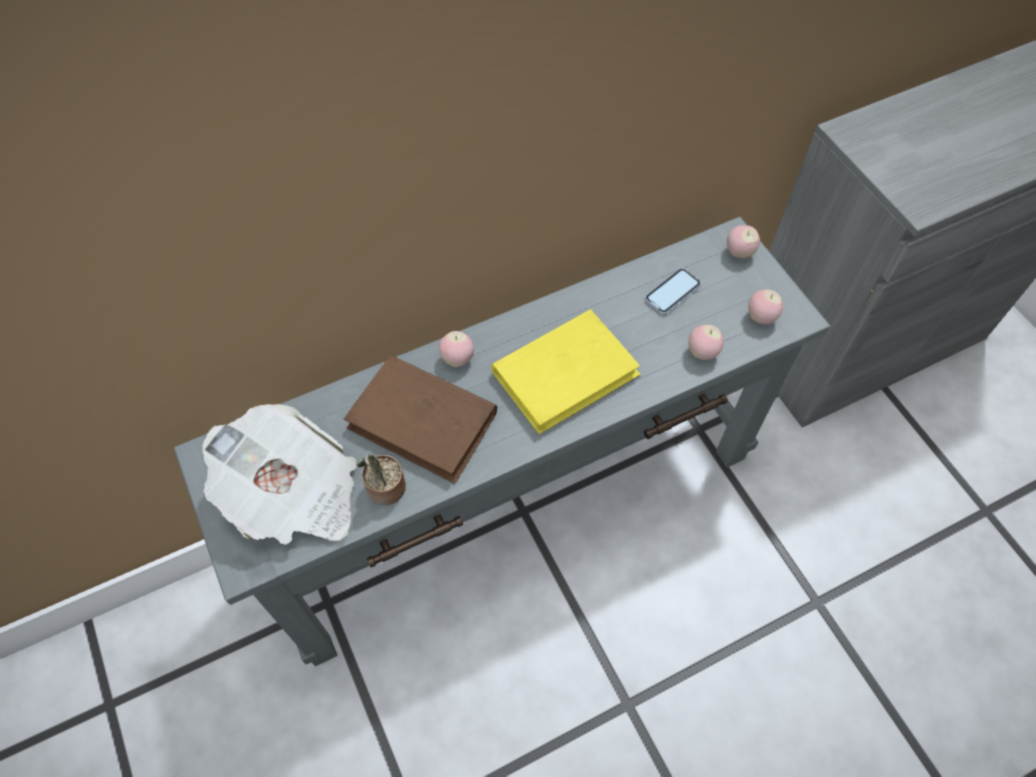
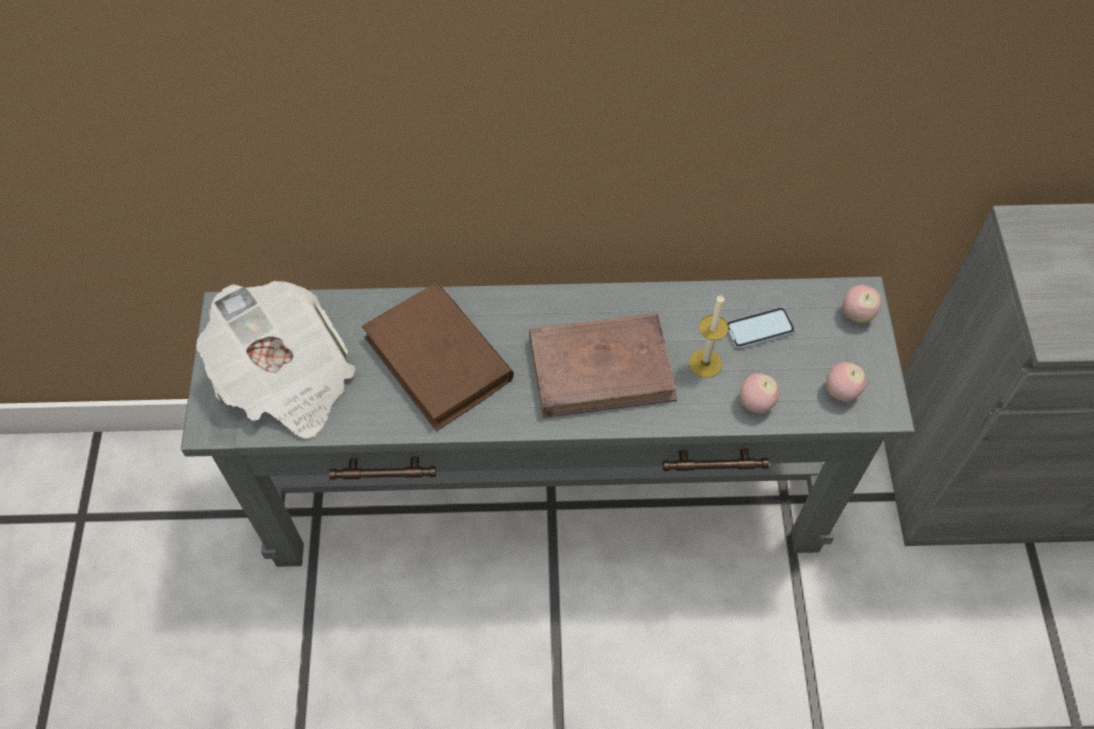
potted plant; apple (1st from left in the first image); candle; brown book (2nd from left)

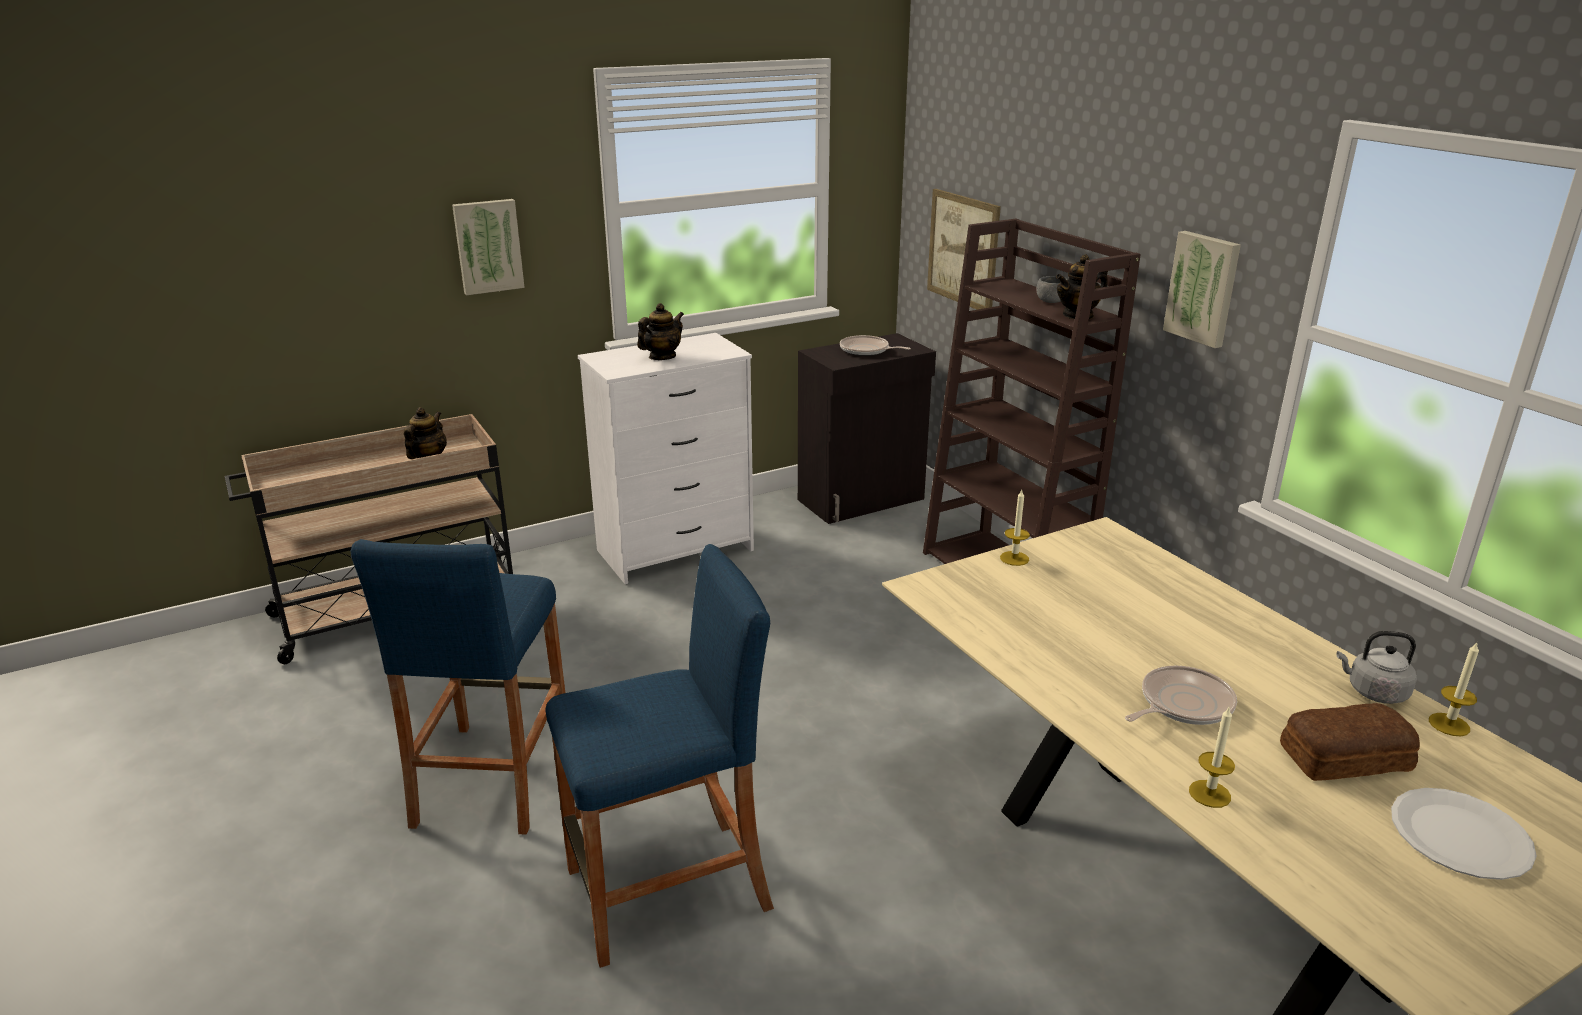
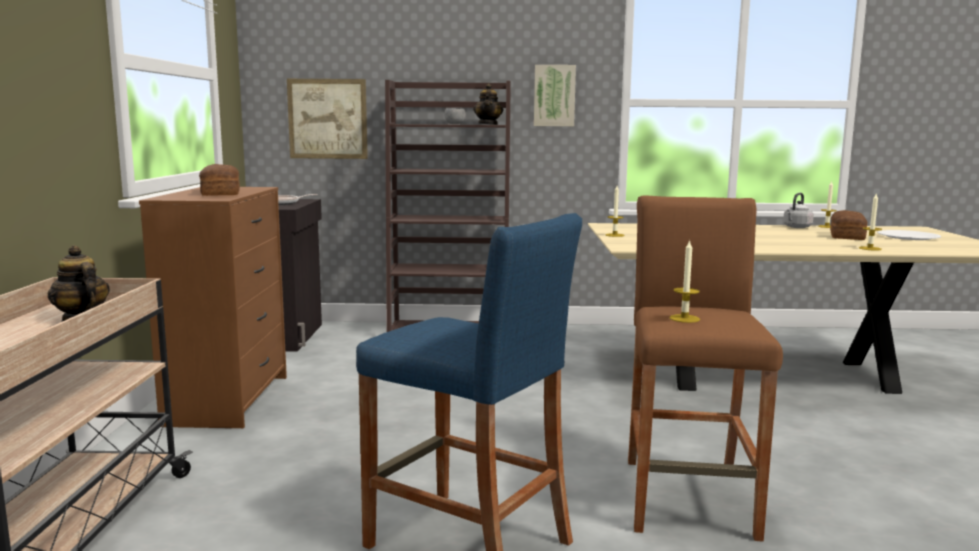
picture (1st from left in the first image); frying pan (2nd from left in the first image); candle (2nd from left); bread (1st from left); brown stool; brown dresser

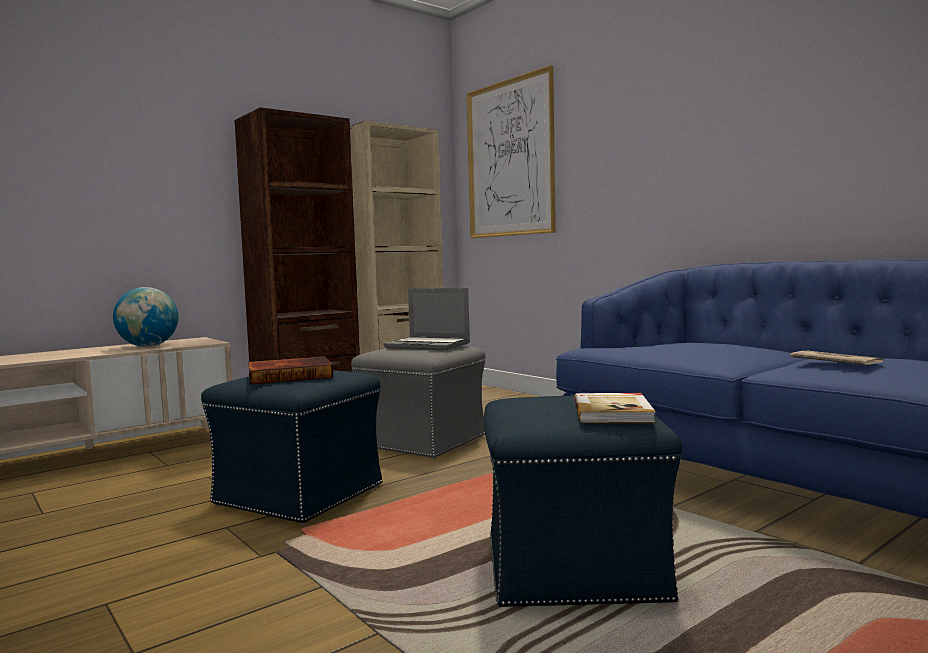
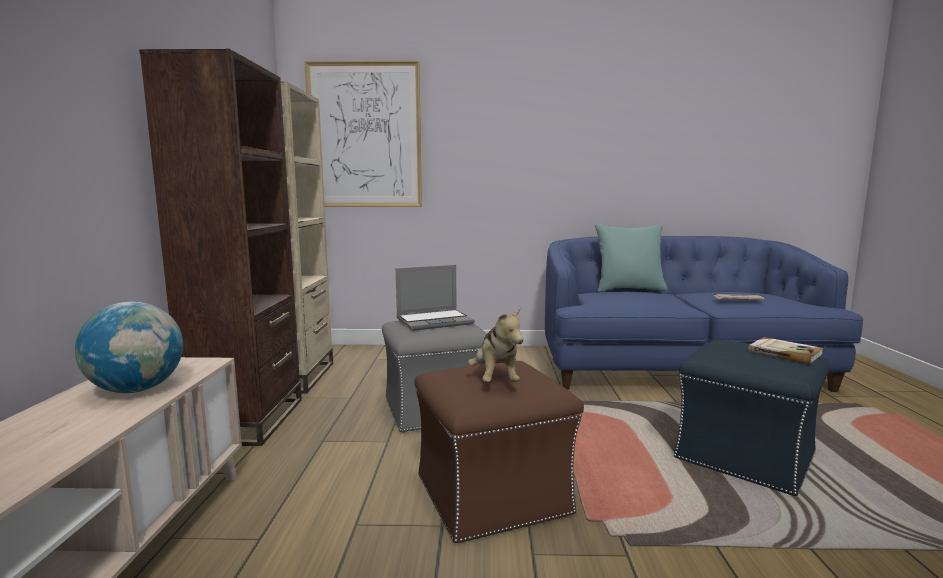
turquoise pillow; plush toy; brown ottoman

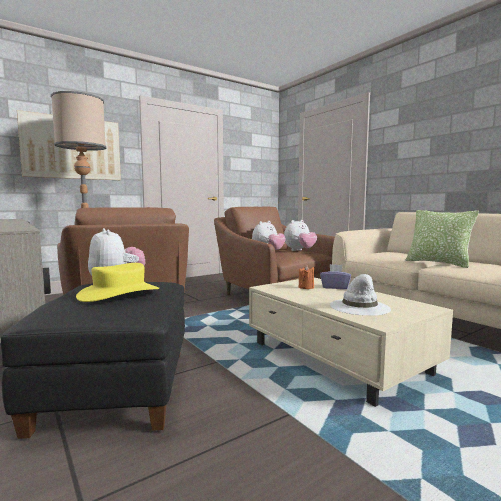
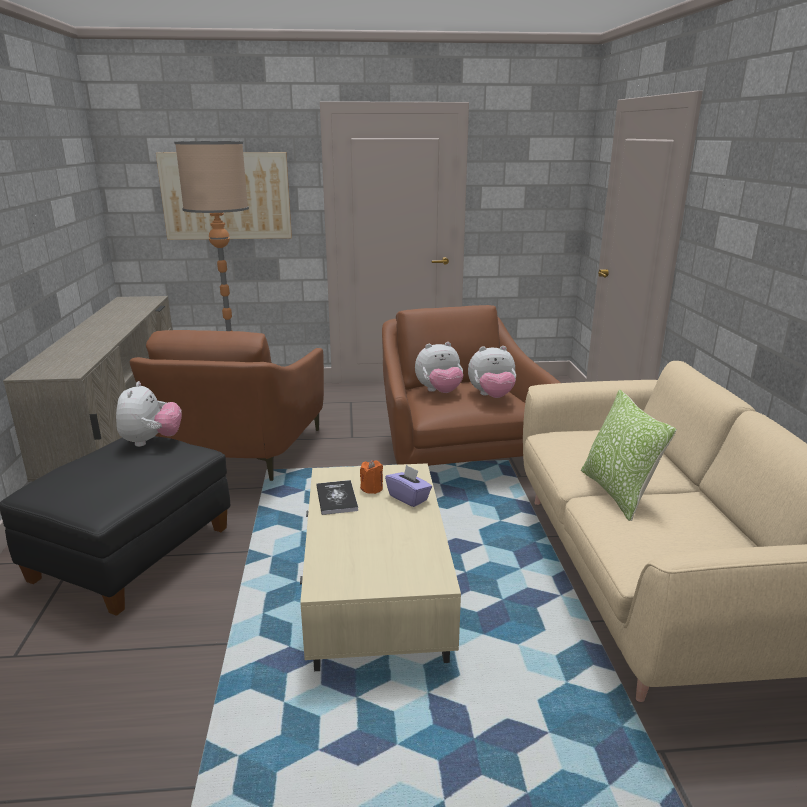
yellow hat; white hat; book

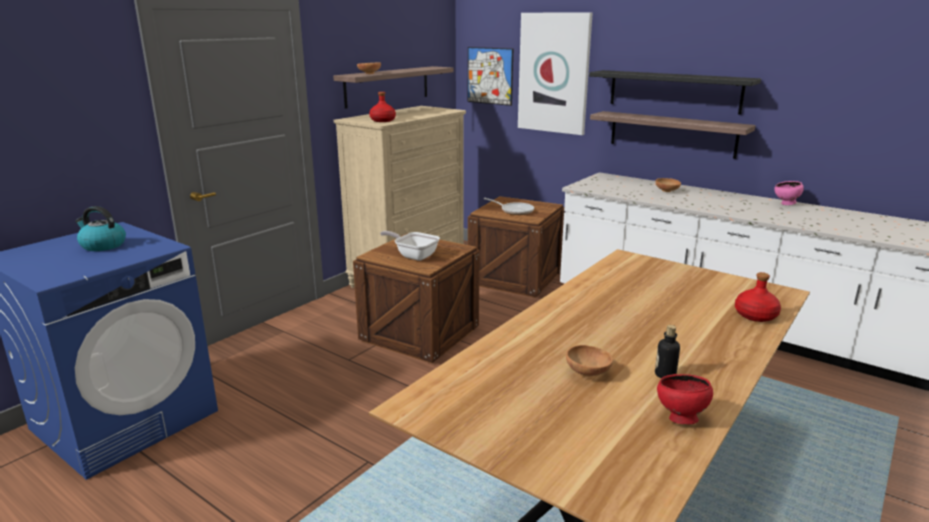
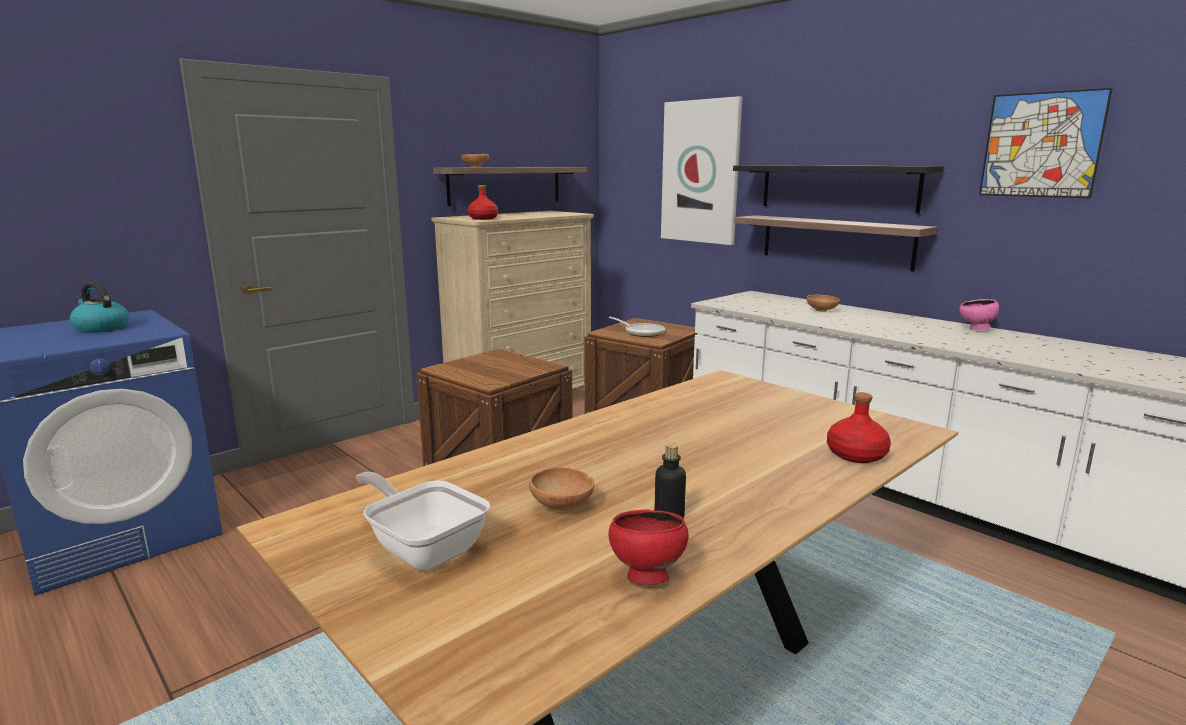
frying pan (1st from left); picture (2nd from left)

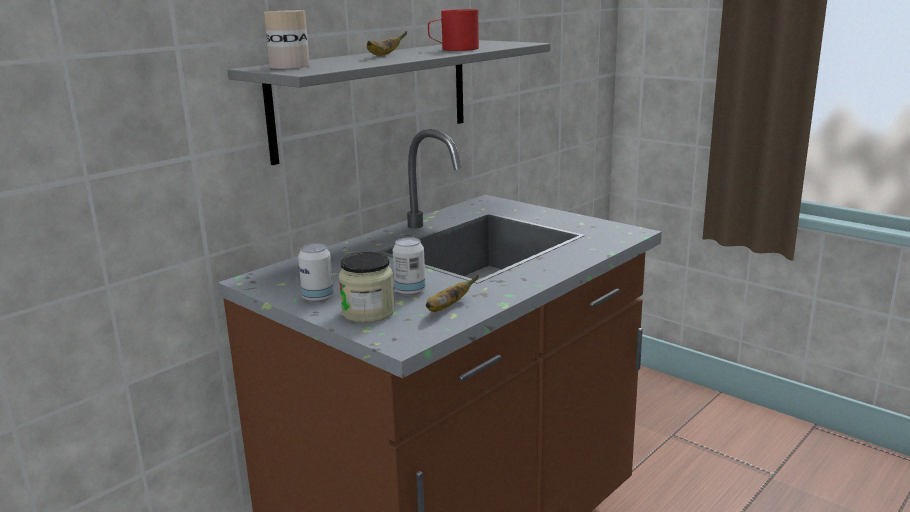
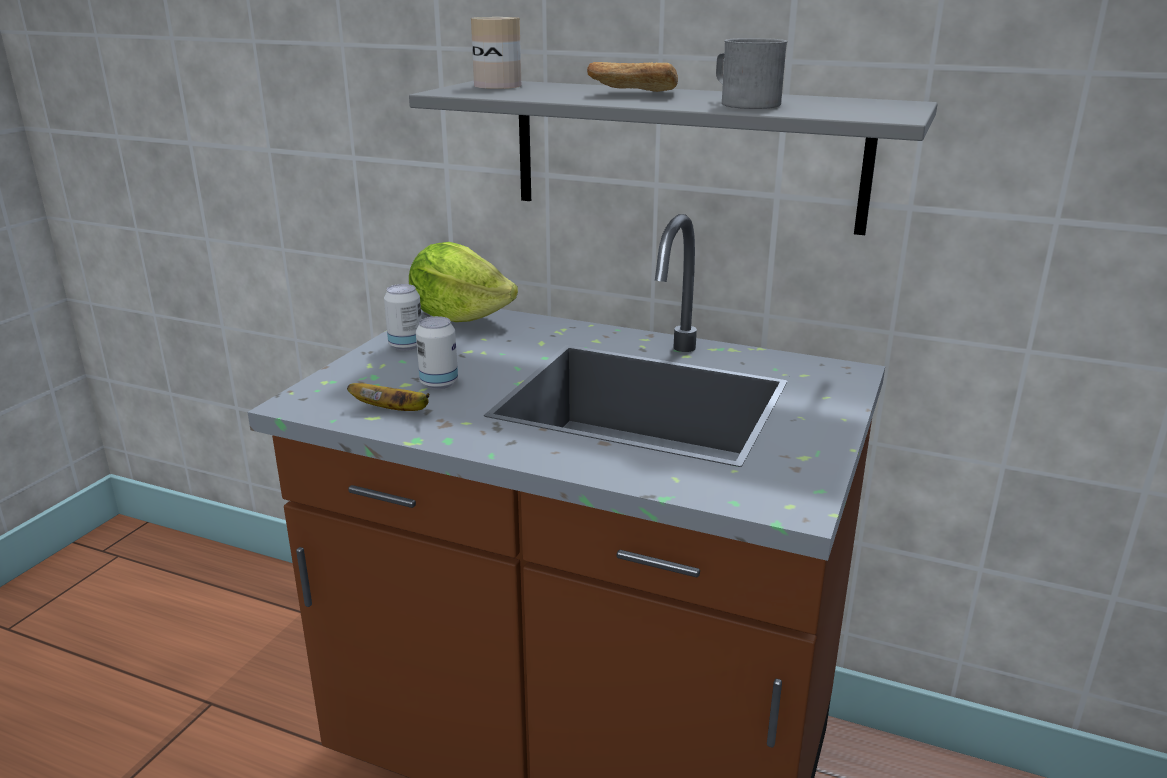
jar; lettuce; bread; grey mug

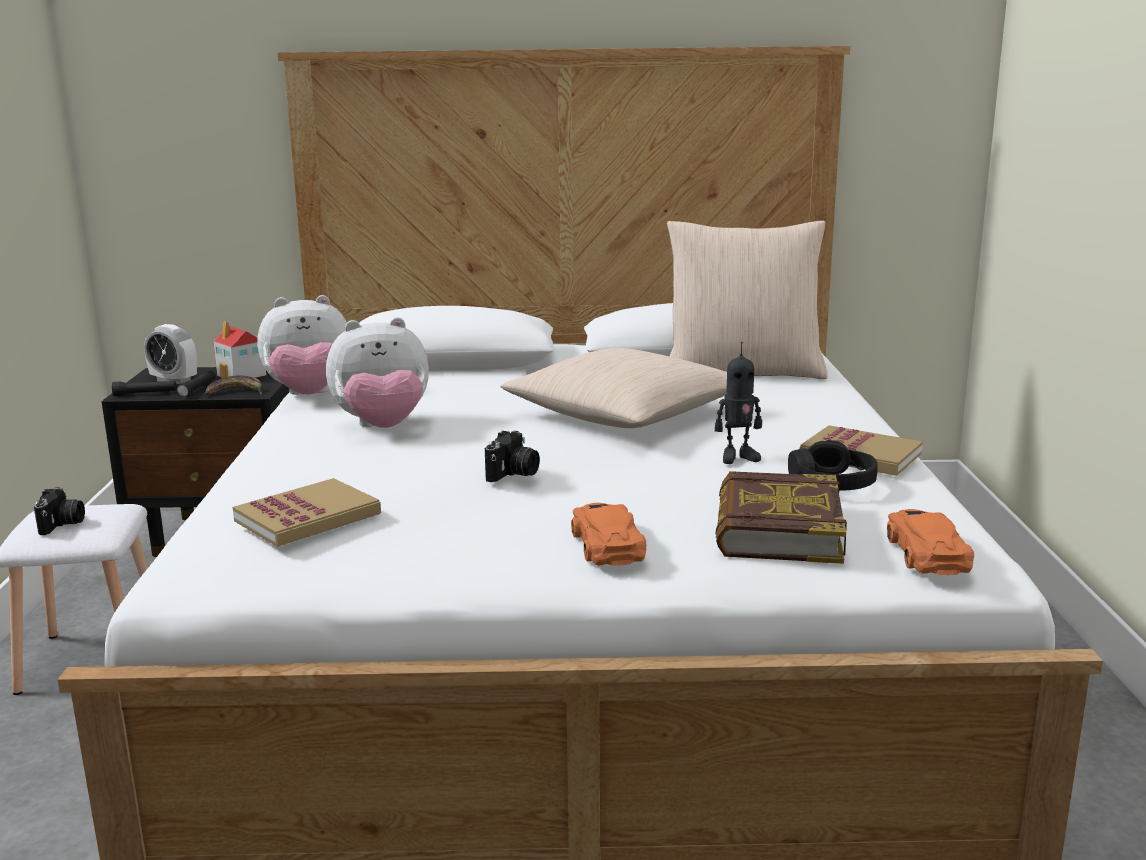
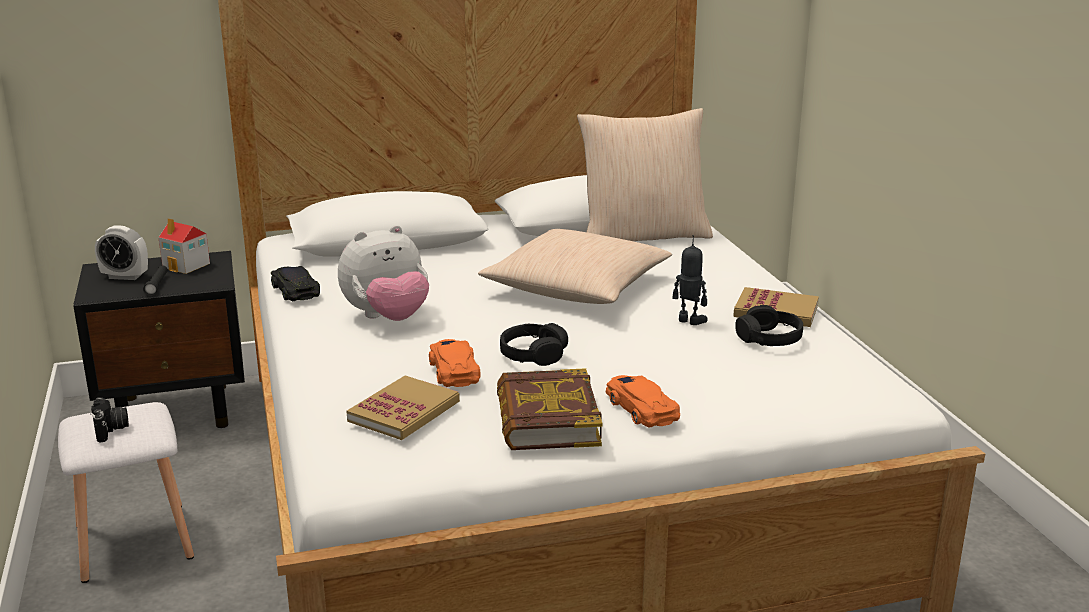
black flashlight (1st from left in the first image); banana; book (2nd from left); orange toy car (1st from left); black toy car; black headphones (1st from left); toy robot

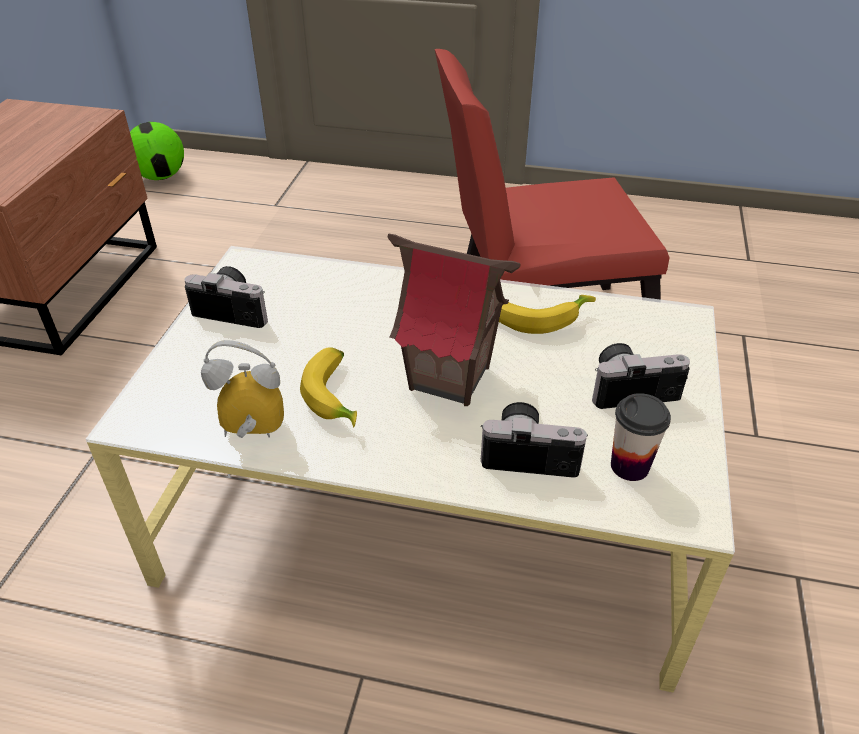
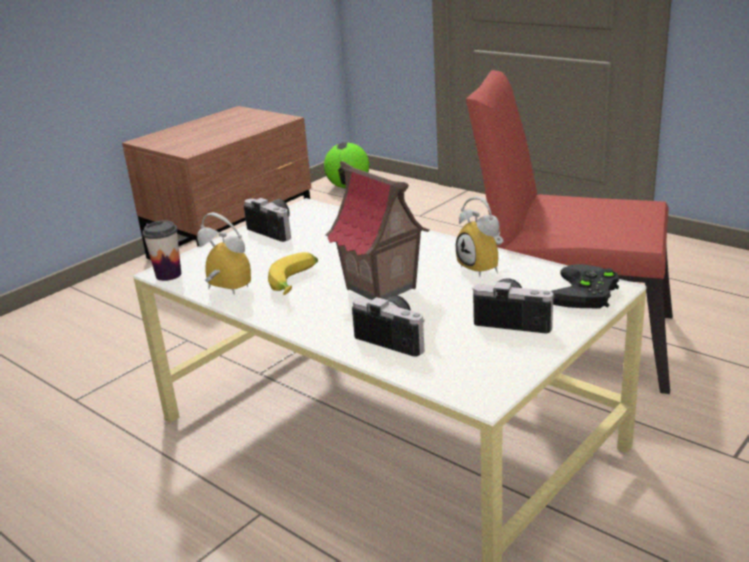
black game controller; cup; alarm clock (2nd from left)

